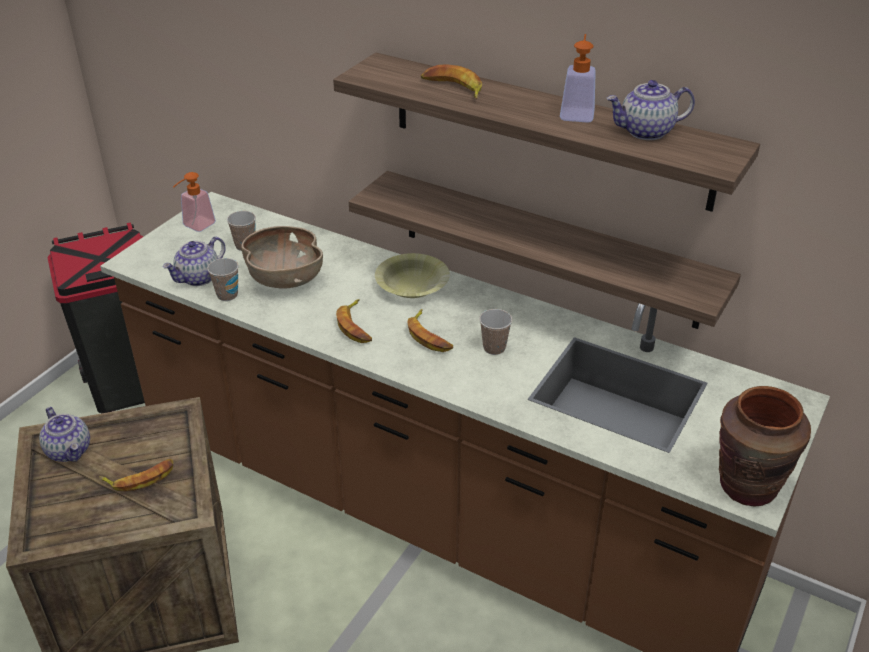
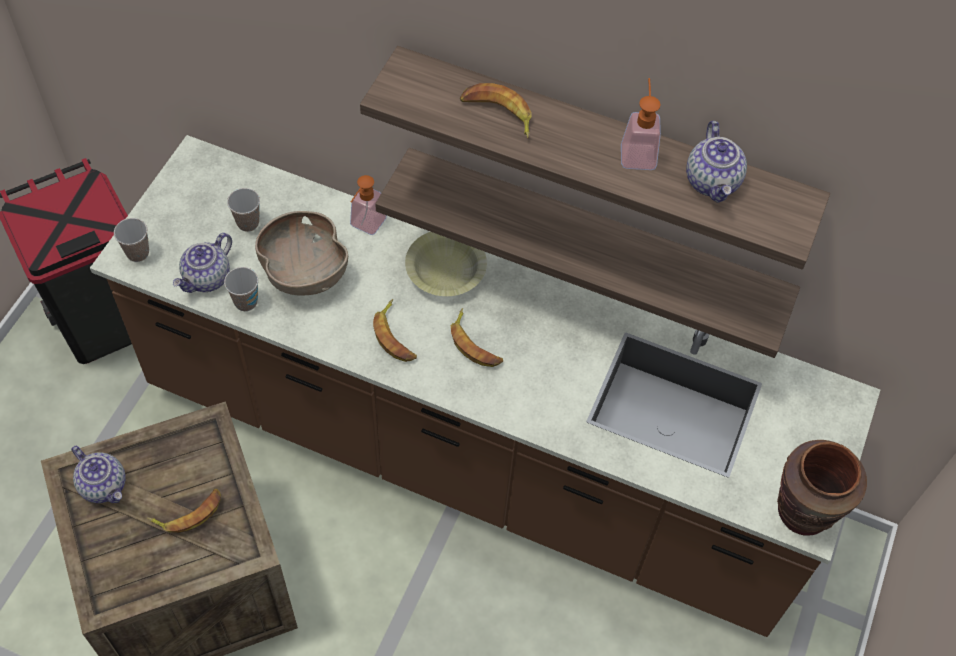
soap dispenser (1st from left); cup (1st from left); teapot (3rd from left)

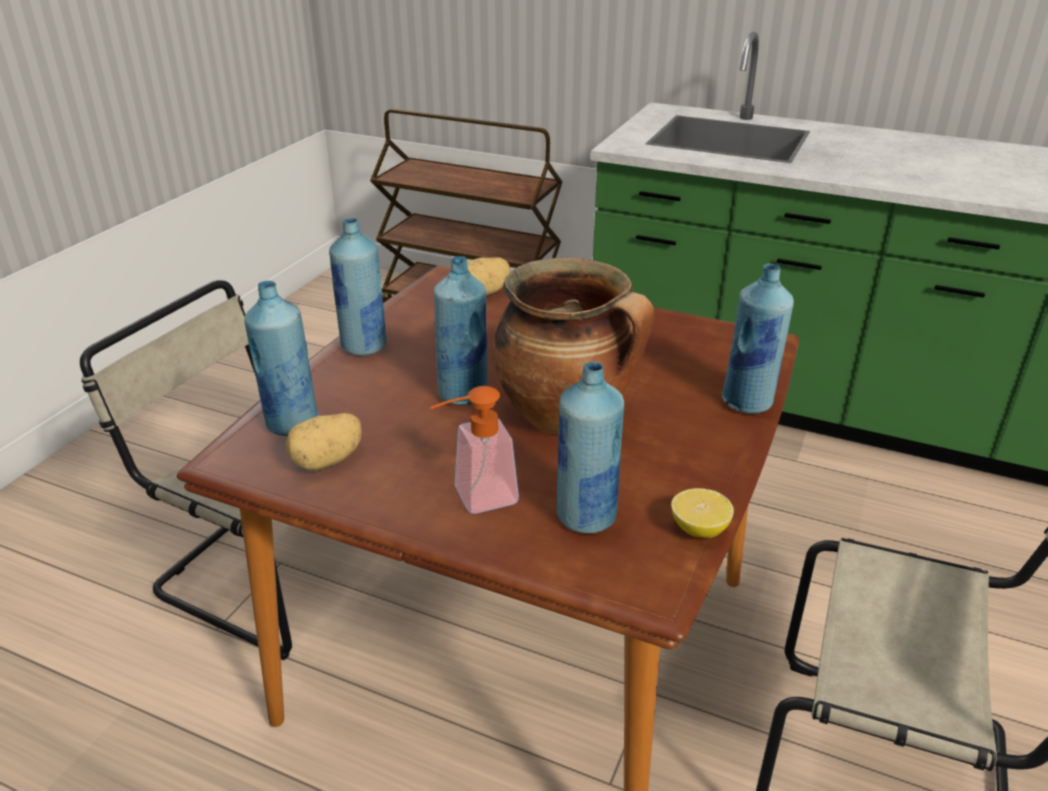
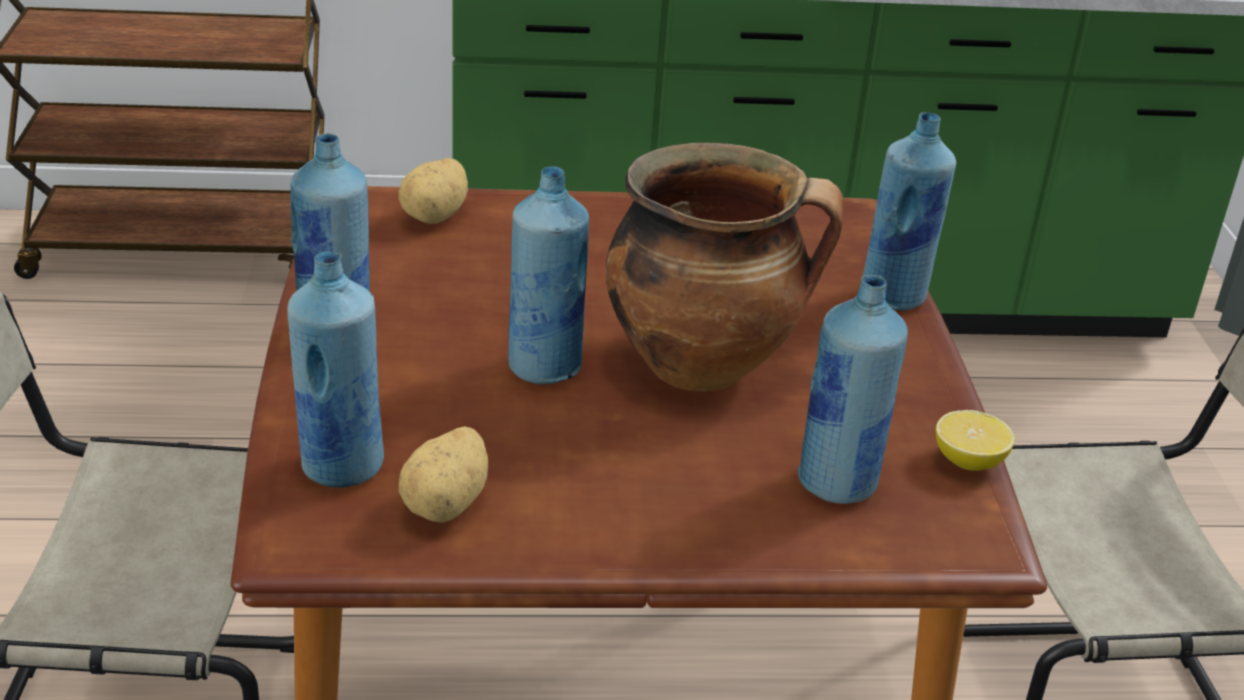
soap dispenser

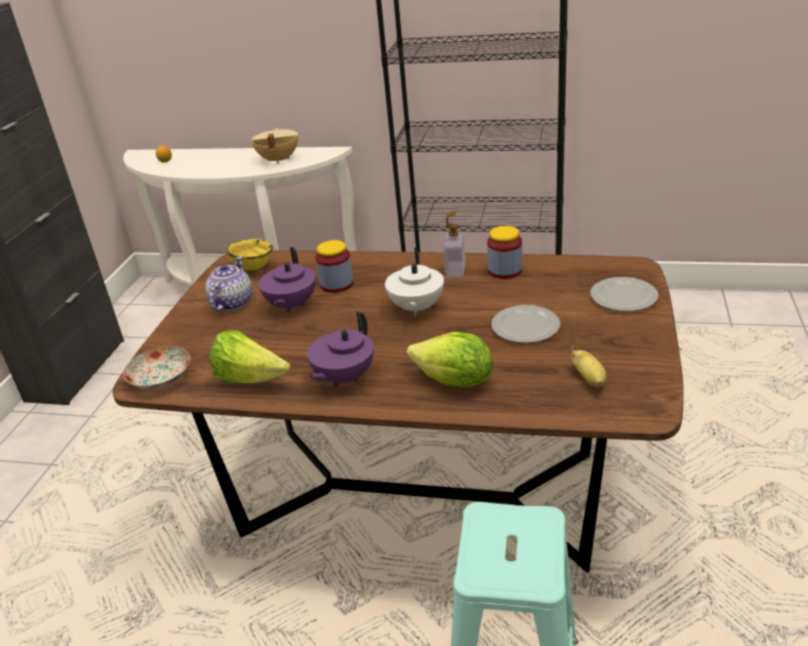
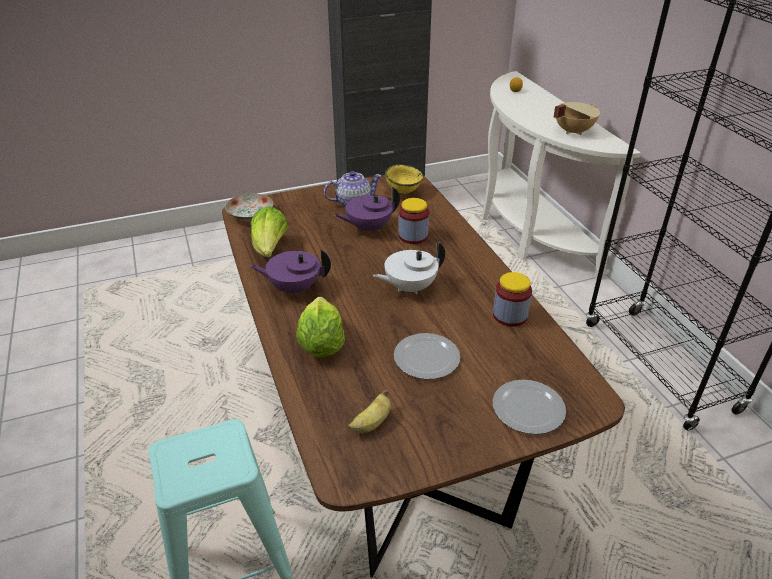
soap dispenser

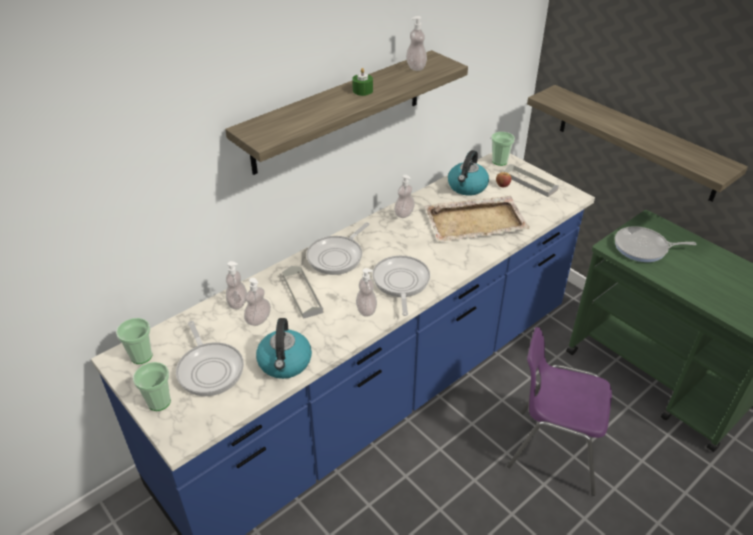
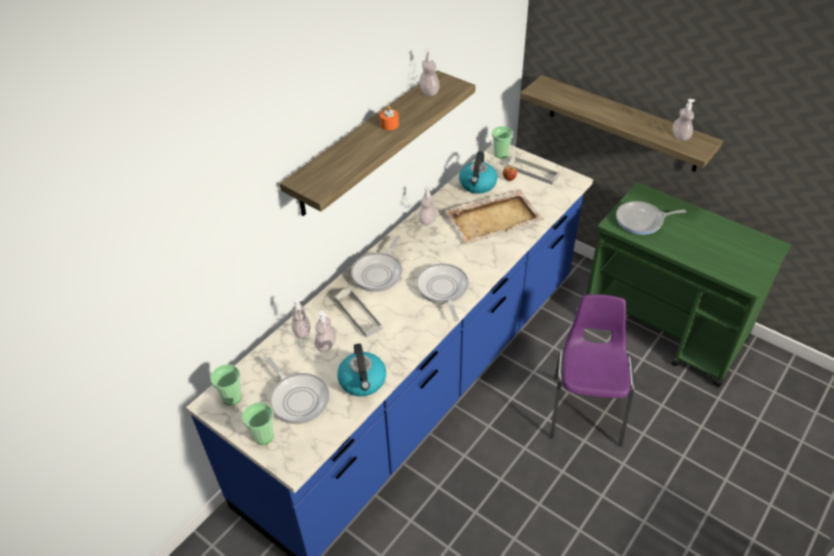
soap dispenser (5th from left); orange candle; purple chair

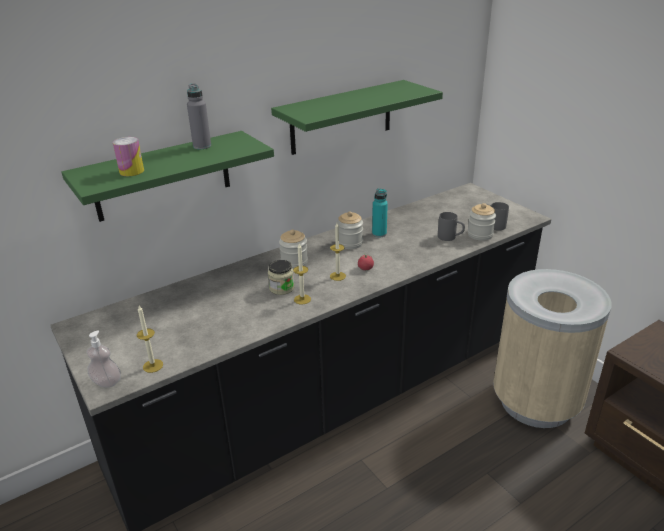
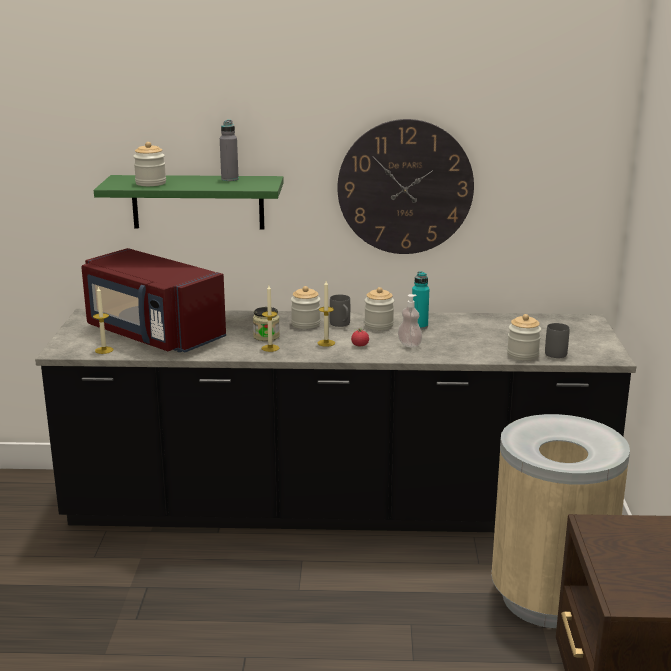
red microwave; soap dispenser; grey mug (1st from left); jar (1st from left); wall clock

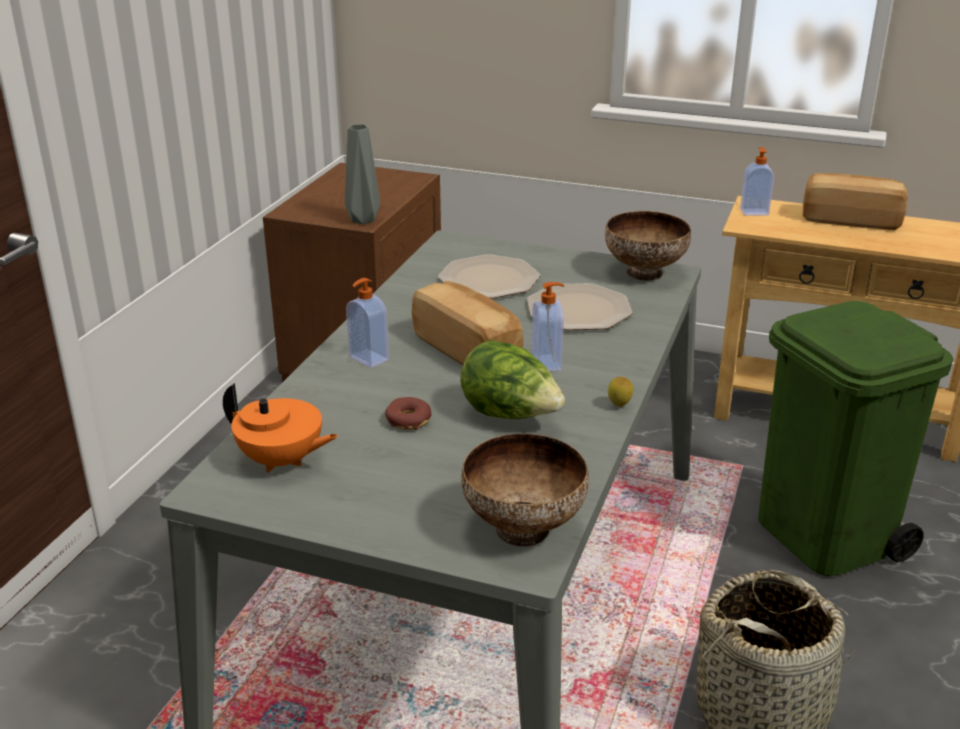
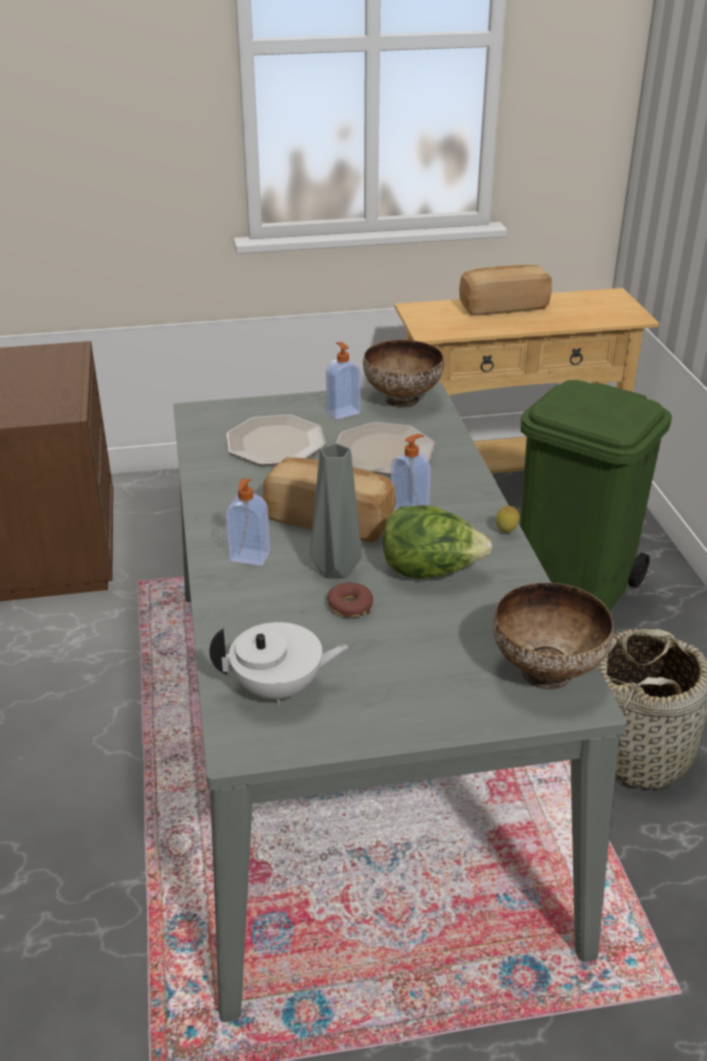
grey vase; soap dispenser (2nd from left); white teapot

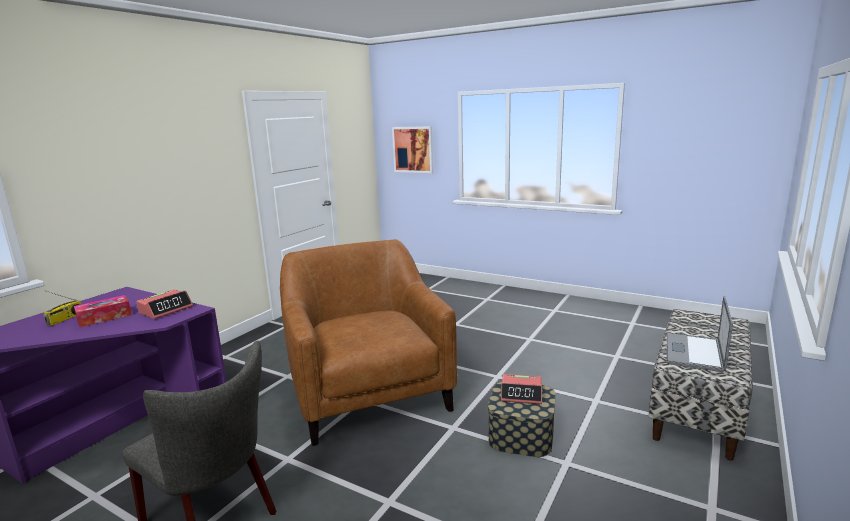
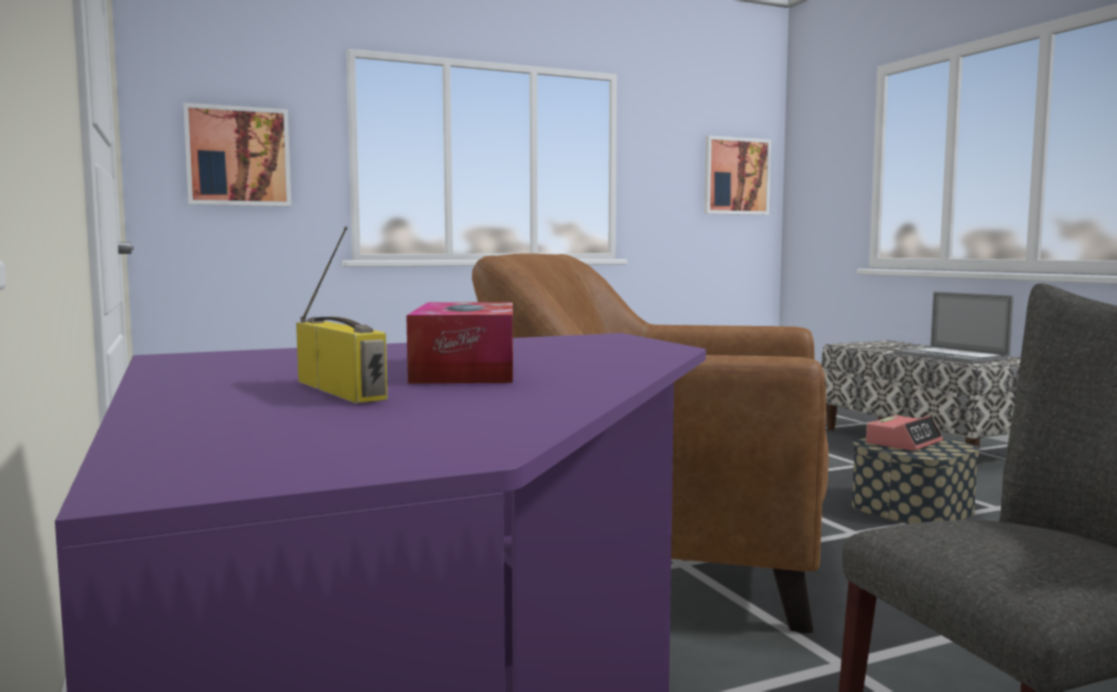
alarm clock (1st from left in the first image); picture (2nd from left)

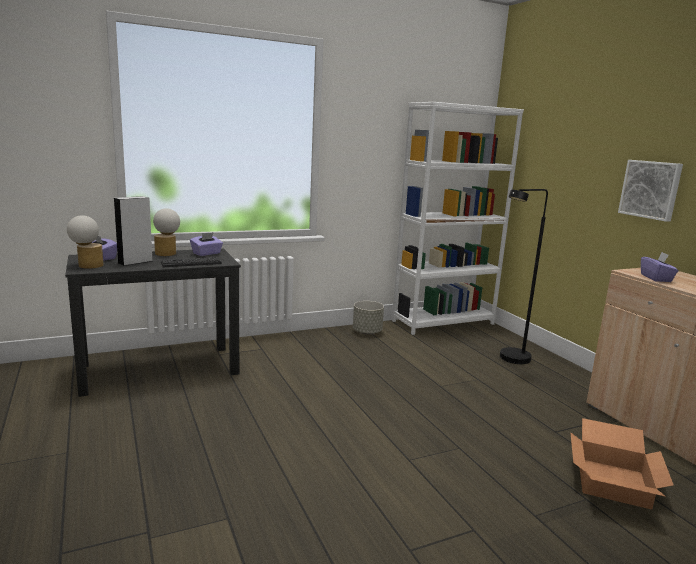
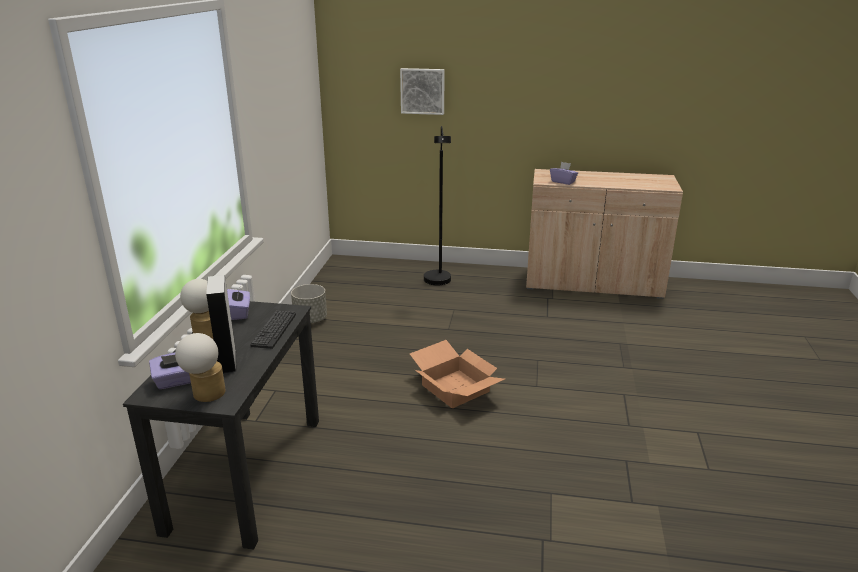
white bookcase; cardboard box; picture

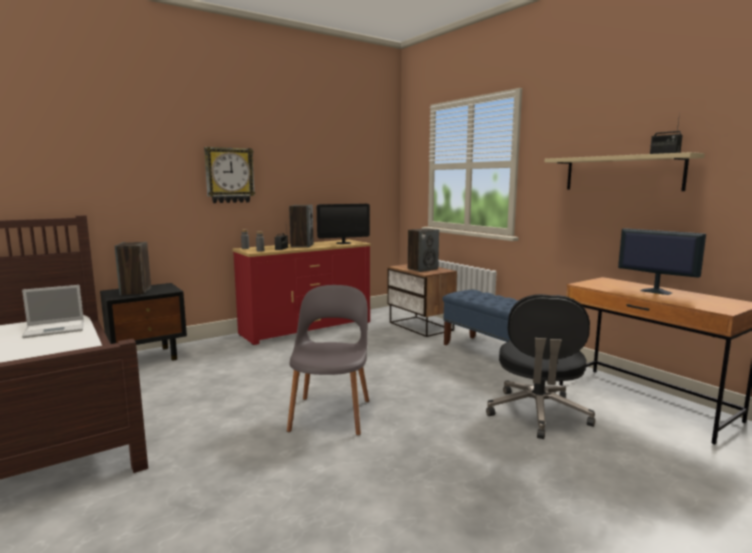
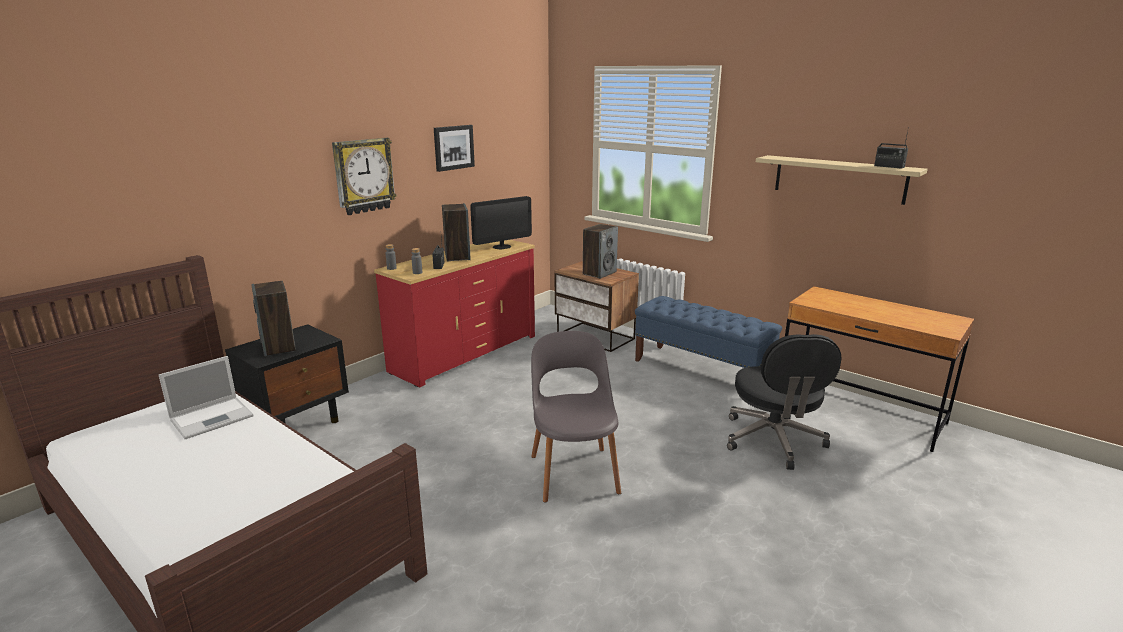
monitor (2nd from left in the first image); picture

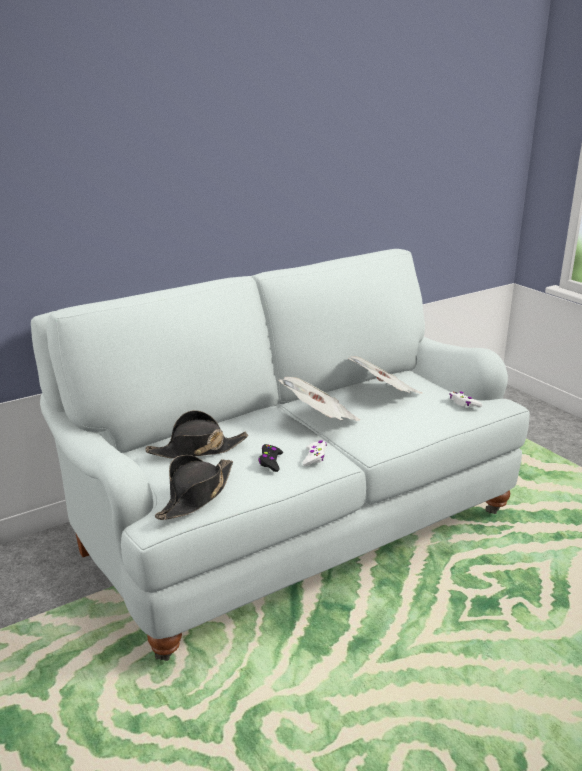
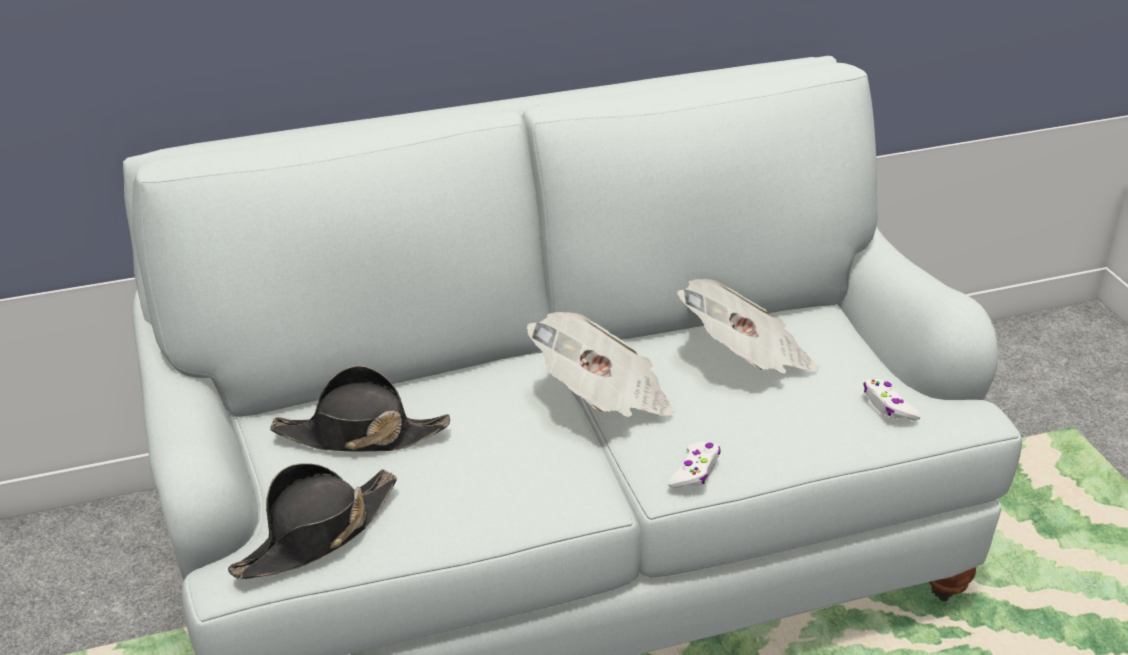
black game controller; white game controller (1st from left)

